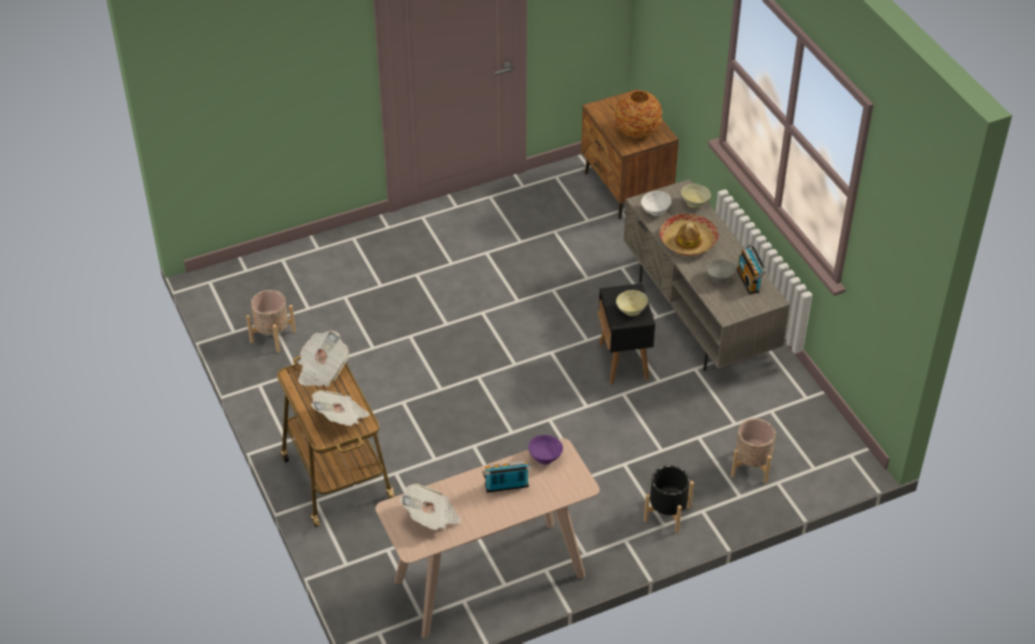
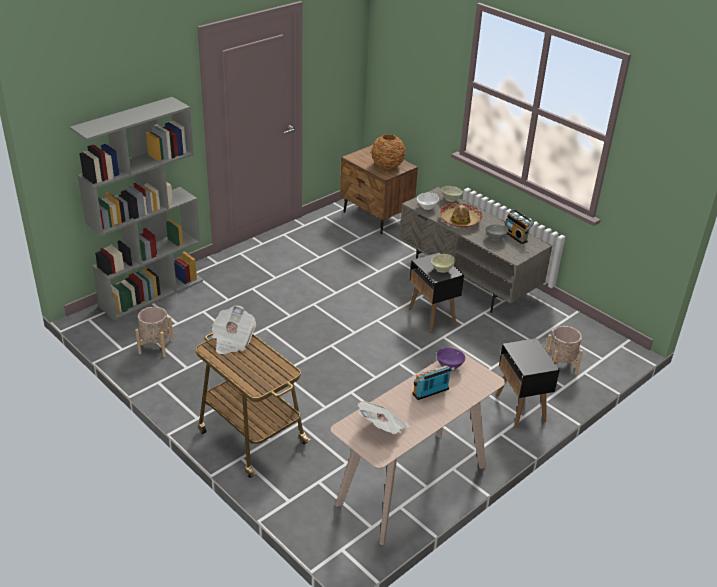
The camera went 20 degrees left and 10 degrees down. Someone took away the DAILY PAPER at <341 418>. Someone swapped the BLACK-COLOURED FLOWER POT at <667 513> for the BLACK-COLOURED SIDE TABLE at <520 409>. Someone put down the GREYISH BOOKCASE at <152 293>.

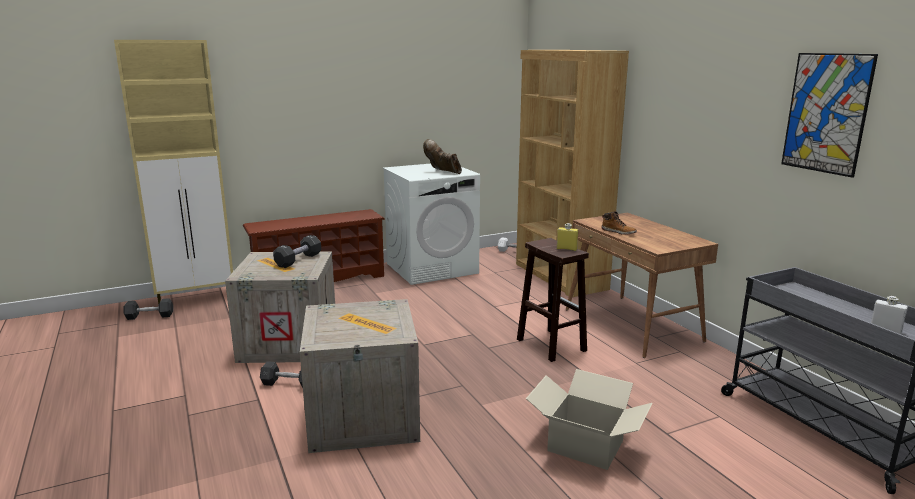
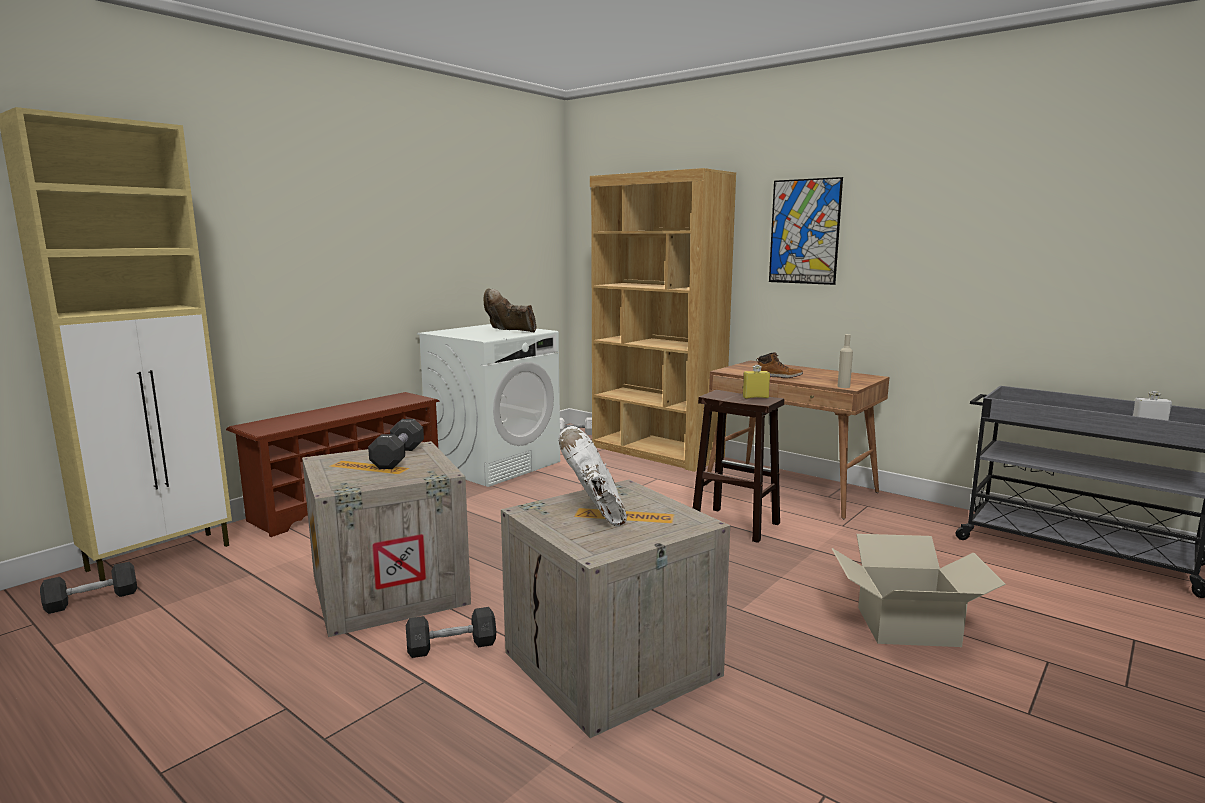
The camera went 25 degrees left and 5 degrees down. Someone carried the WALL ART from <826 113> to <804 231>. Someone put down the SAND-COLOURED BEVERAGE BOTTLE at <843 386>. Someone put down the WHITE-COLOURED HIGH-TOP BOOT at <595 511>.

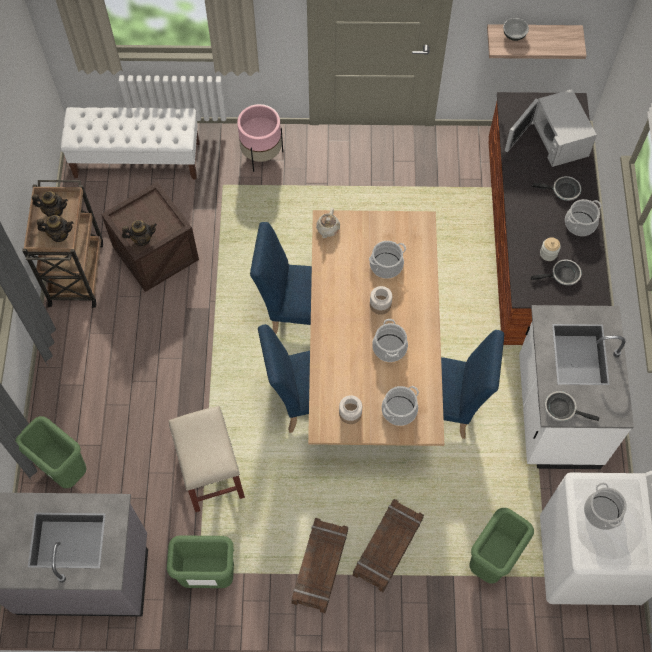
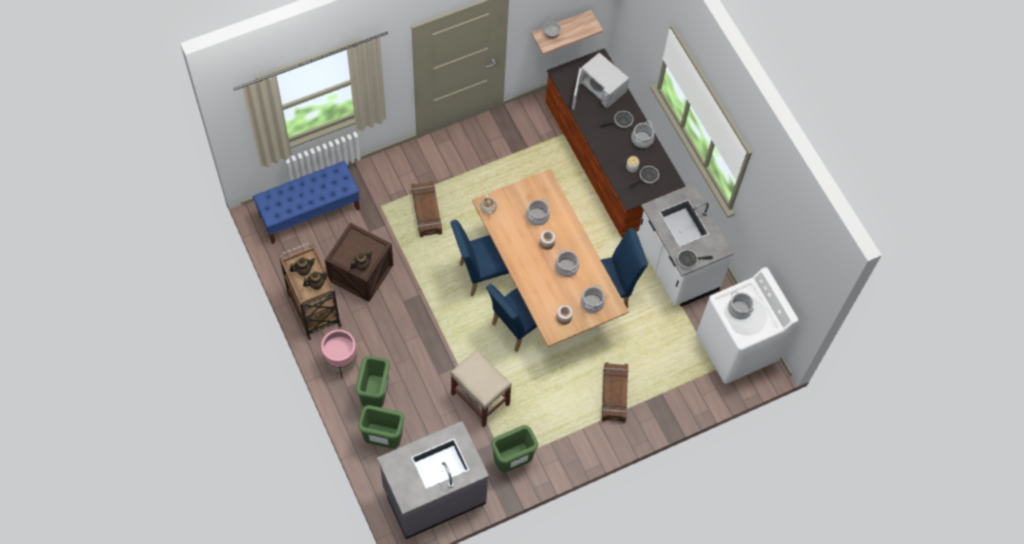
The camera went 30 degrees left and 0 degrees up. Someone carried the PINKISH FLOWER POT from <261 154> to <341 362>. Someone repainted the WHITE-COLOURED BENCH at <137 159>, which became the BLUE BENCH at <310 212>. Someone carried the GREENISH TRASH CAN from <491 559> to <374 395>. Someone carried the CRATE from <321 567> to <427 212>.

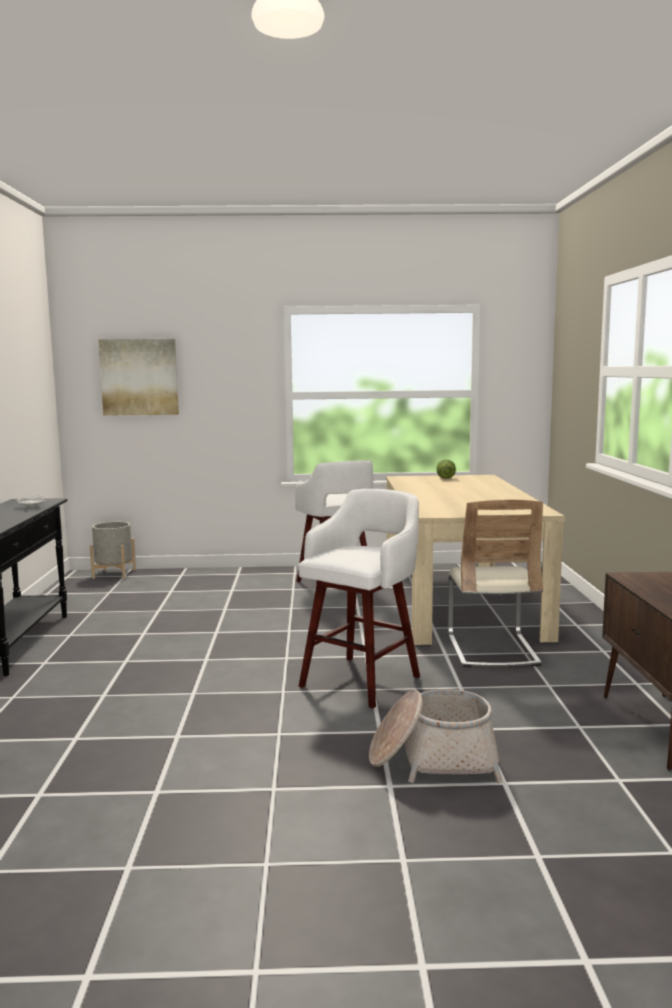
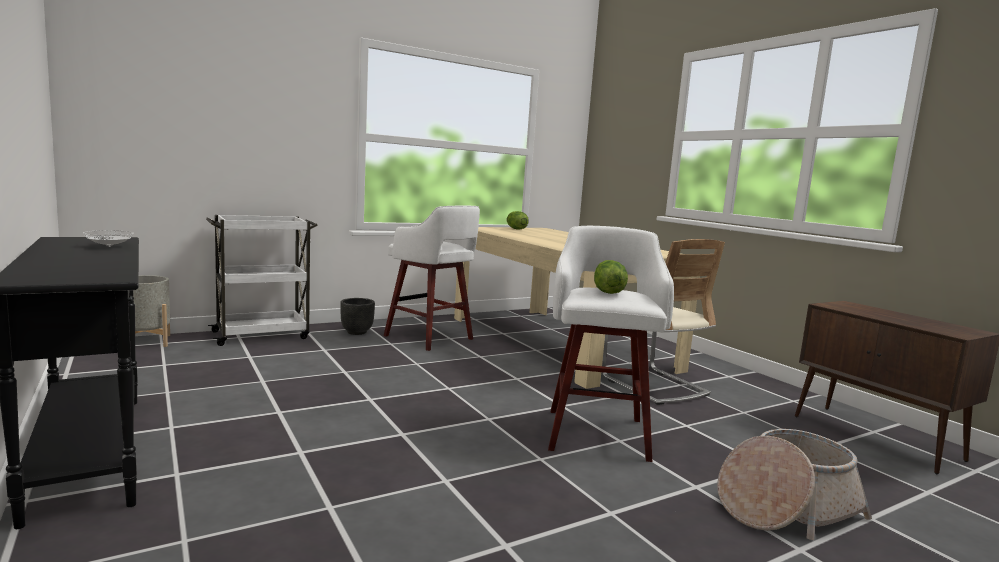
The camera went 30 degrees left and 0 degrees up. Someone took away the WALL ART at <139 377>. Someone put down the WHITE-COLOURED TROLLEY at <262 335>. Someone put down the LETTUCE HEAD at <607 292>. Someone put down the BLACK-COLOURED FLOWER POT at <356 332>.

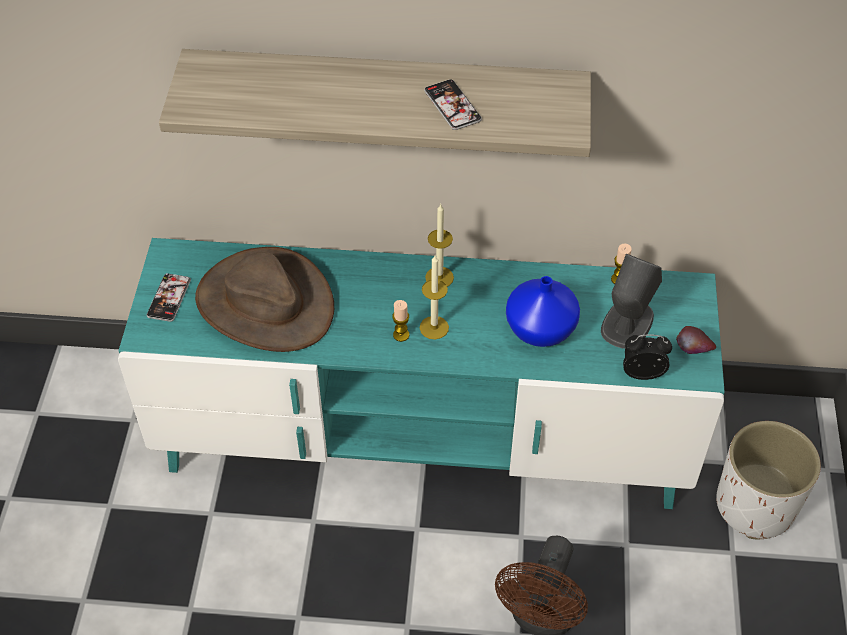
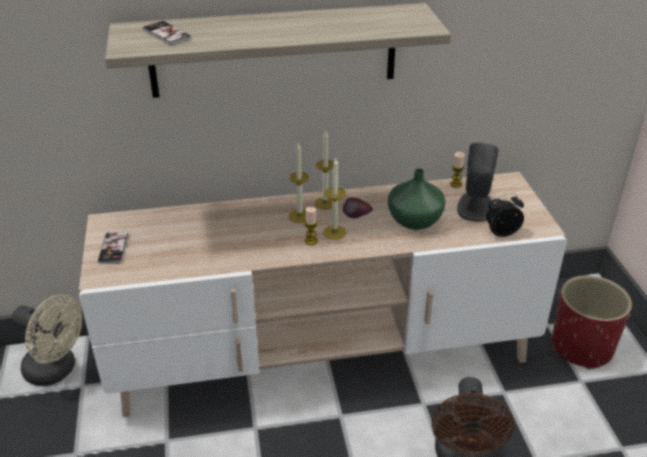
The camera went 15 degrees left and 15 degrees down. Someone carried the TELEPHONE from <452 105> to <166 34>. Someone repainted the TURQUOISE-COLOURED MEDIA CONSOLE at <423 438>, which became the SAND-COLOURED MEDIA CONSOLE at <323 352>. Someone took away the BROWN-COLOURED WEARABLE HAT at <265 303>. Someone repainted the BLUE FLOWER VASE at <541 330>, which became the GREENISH FLOWER VASE at <415 221>. Someone carried the WHOLE APPLE from <693 352> to <356 219>. Someone repainted the WHITE-COLOURED FLOWER POT at <755 505>, which became the RED FLOWER POT at <582 347>. Someone put down the CANDLE at <299 216>. Someone put down the SAND-COLOURED FAN at <57 370>.

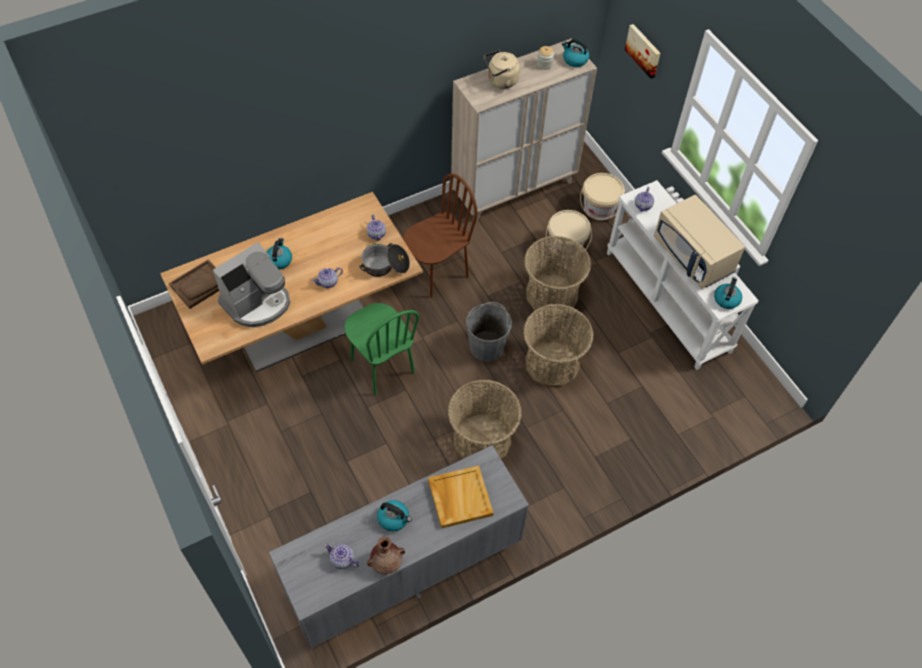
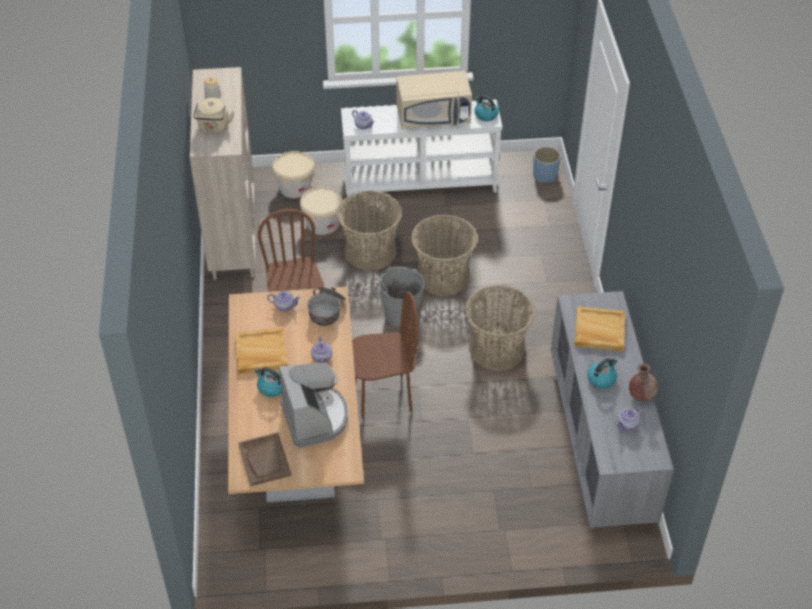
The camera went 65 degrees left and 10 degrees down. Someone took away the WALL ART at <644 50>. Someone took away the TEA KETTLE at <574 60>. Someone repainted the GREENISH CHAIR at <382 367>, which became the BROWN-COLOURED CHAIR at <382 396>. Someone put down the BLUE FLOWER POT at <545 175>. Someone put down the SAND-COLOURED SERVING TRAY at <261 353>.

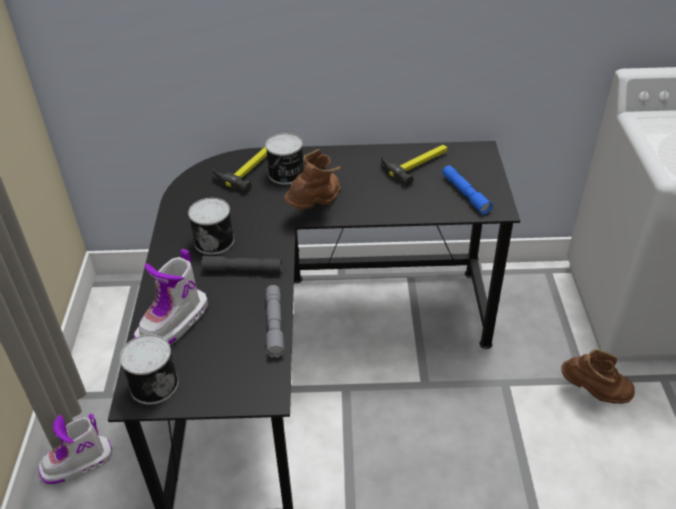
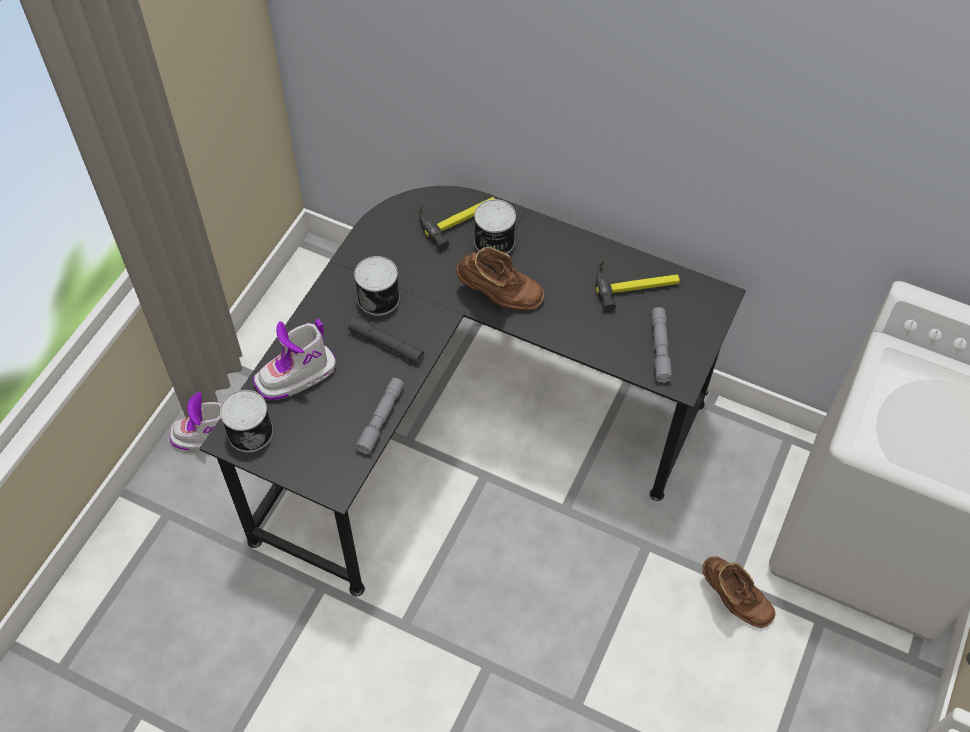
The camera went 25 degrees right and 15 degrees up. Someone rotated the BROWN-COLOURED HIGH-TOP BOOT at <316 206> by 45 degrees clockwise. Someone repainted the BLUE HAND TORCH at <465 194>, which became the GREYISH HAND TORCH at <660 348>.

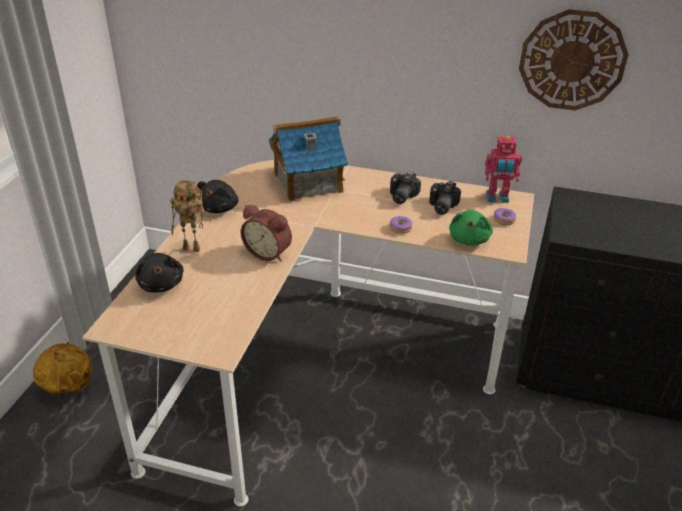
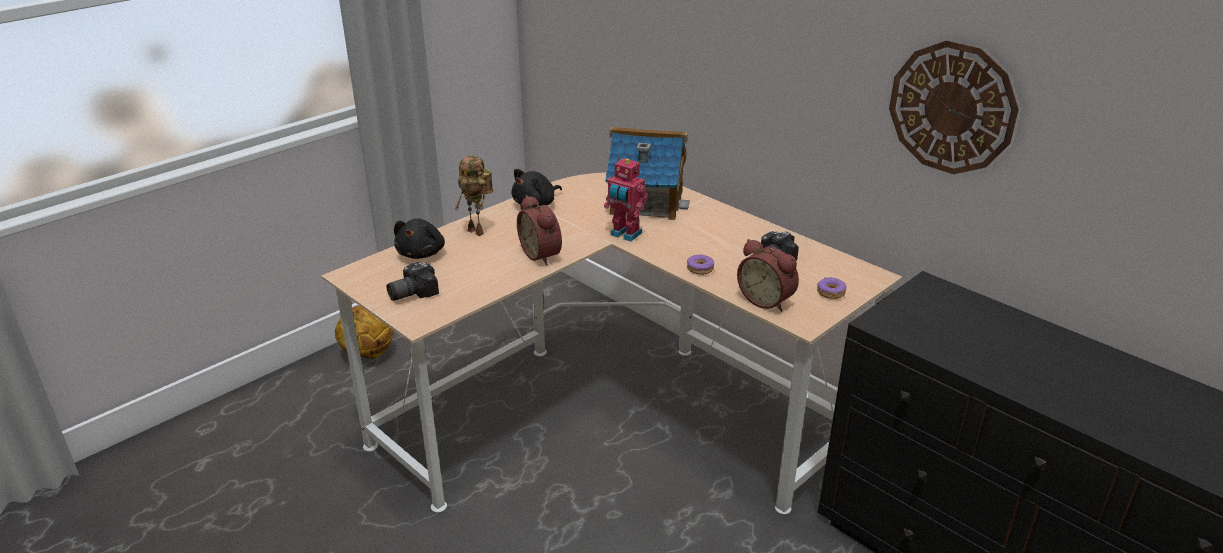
The camera went 30 degrees right and 5 degrees down. Someone carried the ROBOT FIGURE from <497 198> to <625 234>. Someone carried the PHOTO CAMERA from <400 196> to <411 293>. Someone swapped the GREENISH PLUSH TOY at <469 239> for the BEDSIDE CLOCK at <767 300>.

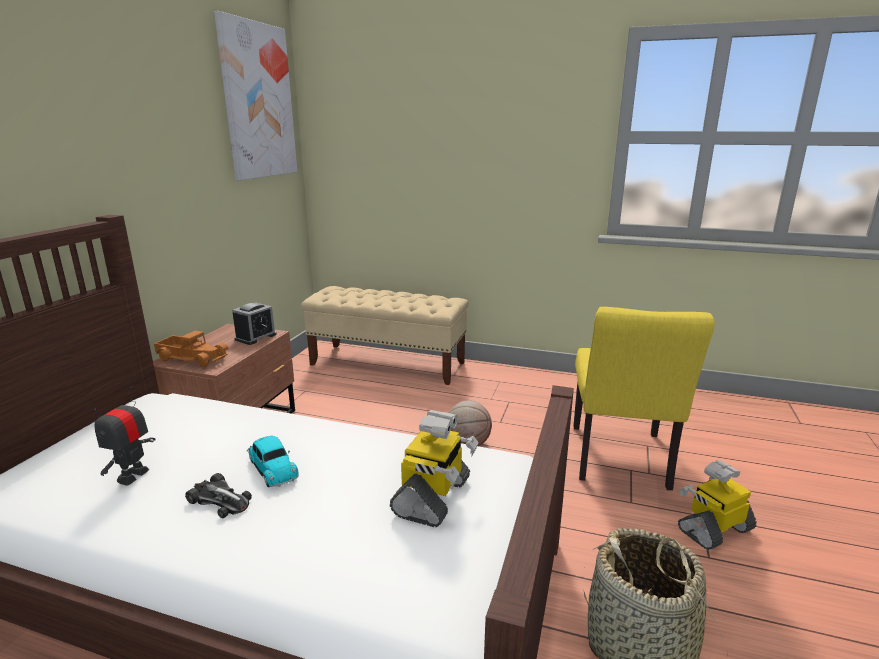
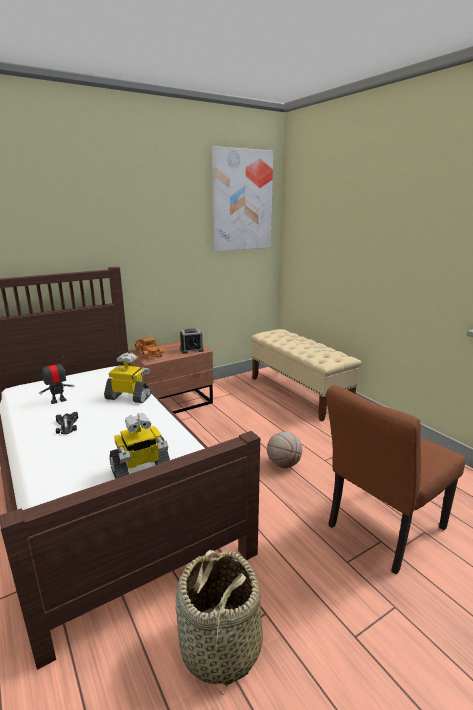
The camera went 40 degrees right and 0 degrees up. Someone repainted the YELLOW CHAIR at <620 462>, which became the BROWN-COLOURED CHAIR at <380 530>. Someone took away the MODEL CAR at <272 467>. Someone carried the ROBOT FIGURE from <714 529> to <129 397>.

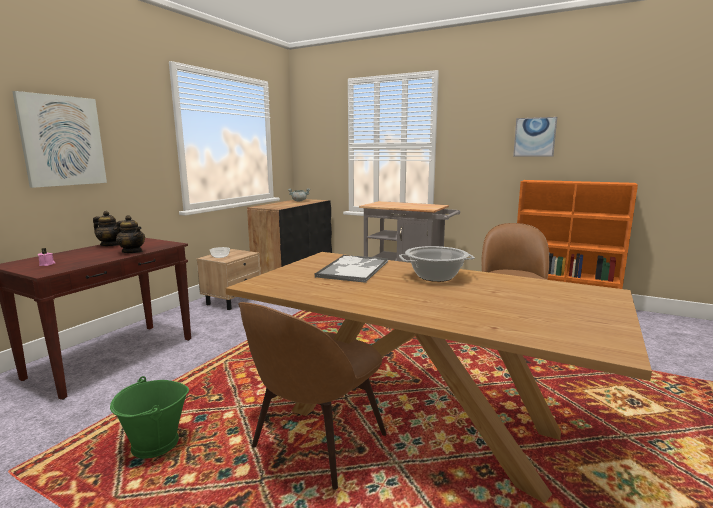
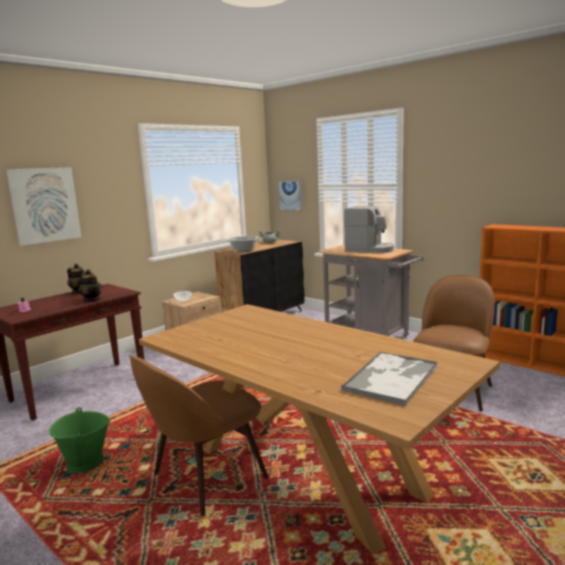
The camera went 15 degrees right and 0 degrees up. Someone carried the WALL ART from <534 137> to <291 195>. Someone carried the COOKING POT from <435 277> to <243 250>. Someone carried the SERVING TRAY from <353 269> to <391 378>. Someone put down the COFFEE BREWER at <369 250>.

